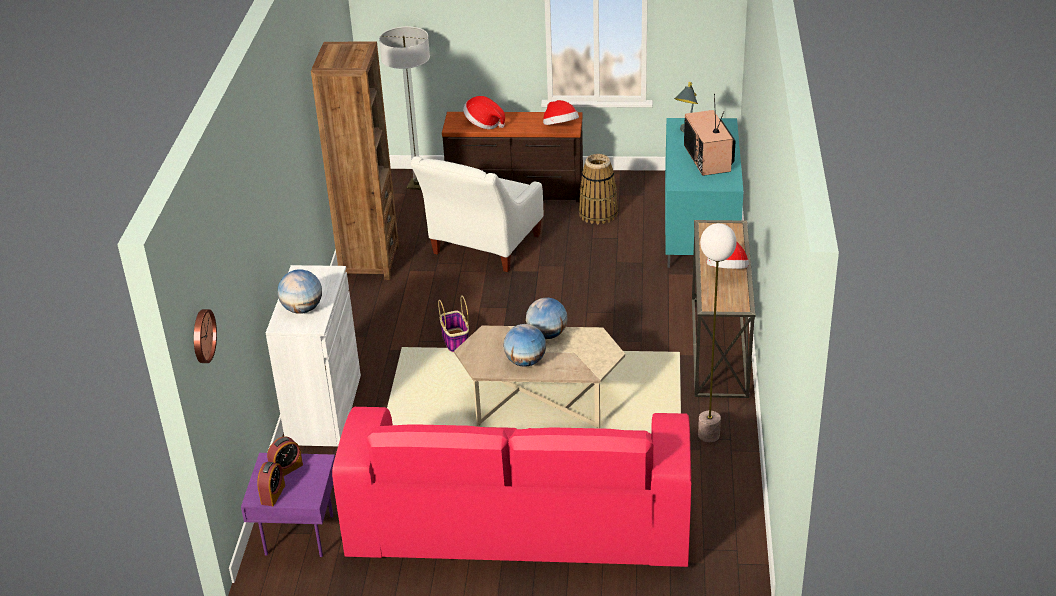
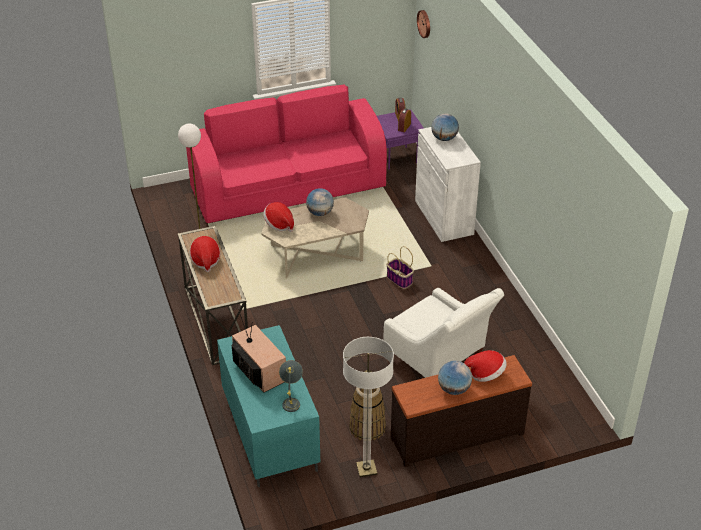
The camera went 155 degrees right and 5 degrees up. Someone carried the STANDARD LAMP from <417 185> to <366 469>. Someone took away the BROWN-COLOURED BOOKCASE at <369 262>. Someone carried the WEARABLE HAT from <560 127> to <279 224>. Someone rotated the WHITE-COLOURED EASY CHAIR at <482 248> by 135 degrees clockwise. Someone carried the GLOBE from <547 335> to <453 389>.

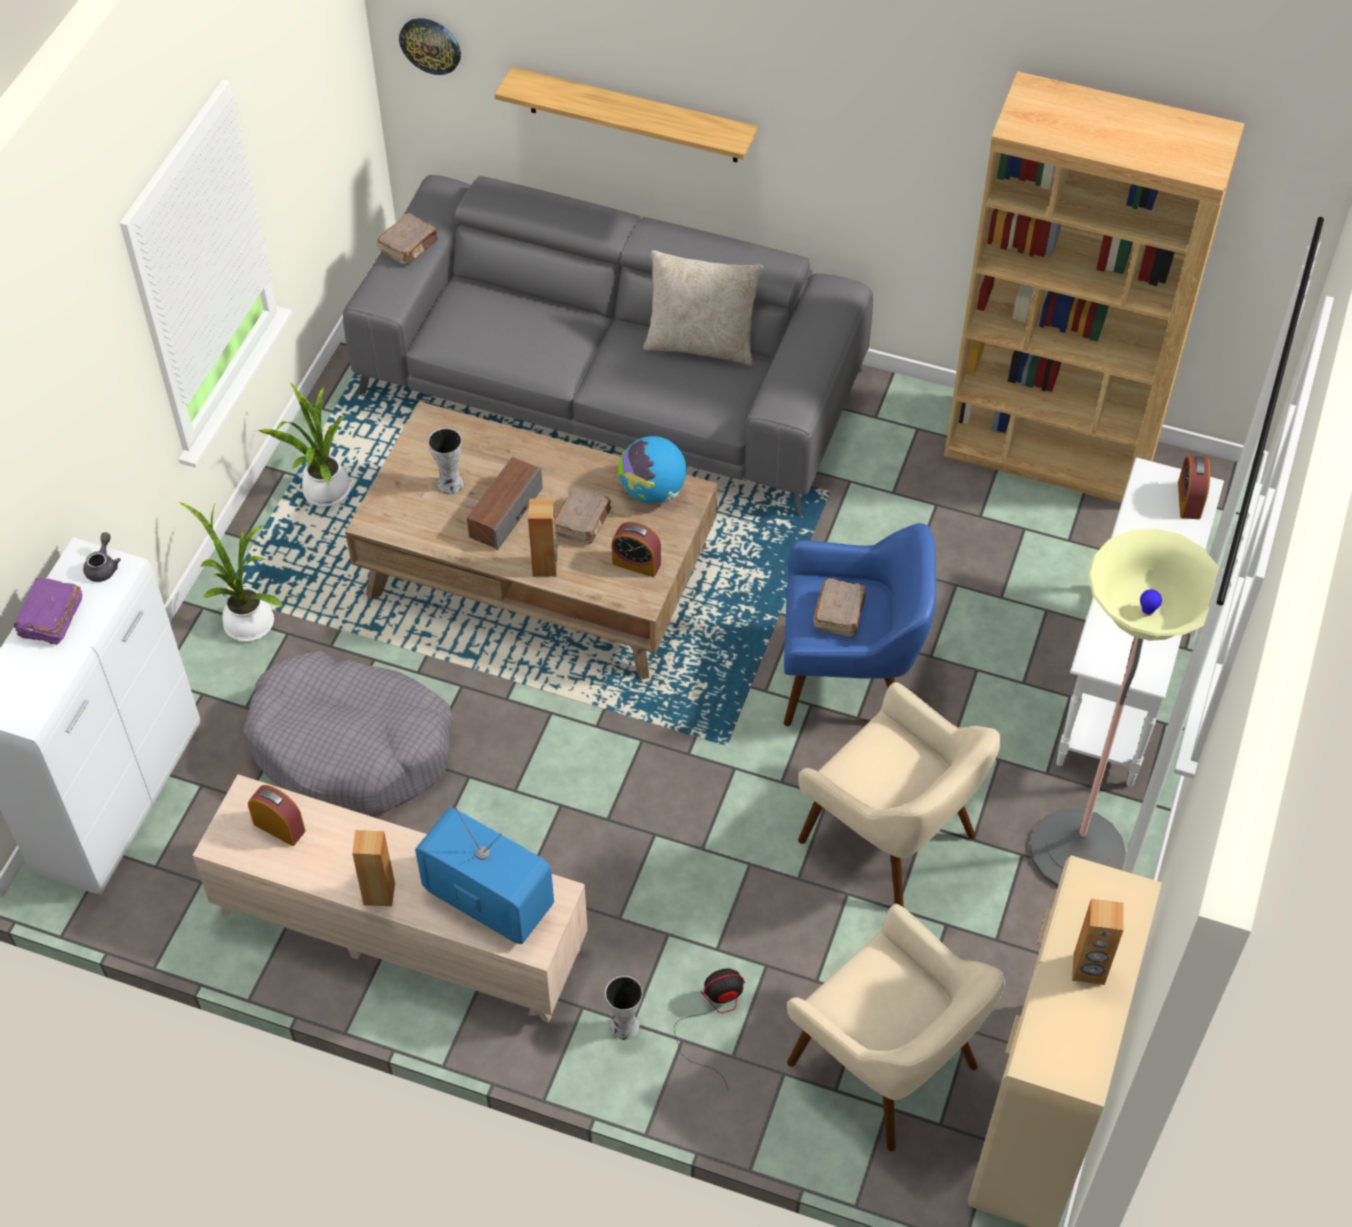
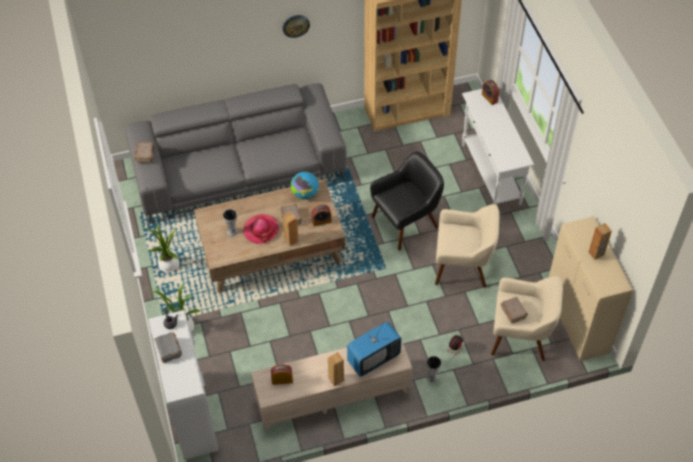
The camera went 35 degrees left and 0 degrees up. Someone carried the WALL CLOCK from <430 45> to <295 25>. Someone took away the WALL SHELF at <633 116>. Someone took away the SAND-COLOURED CUSHION at <701 344>. Someone swapped the SPEAKER at <505 512> for the WEARABLE HAT at <261 230>. Someone repainted the BLUE EASY CHAIR at <849 678>, which became the BLACK-COLOURED EASY CHAIR at <406 222>. Someone took away the STANDARD LAMP at <1077 851>. Someone repainted the PURPLISH BOOK at <50 619>, which became the GREYISH BOOK at <168 350>. Someone carried the BROWN-COLOURED BOOK from <840 613> to <513 312>. Someone took away the GREYISH DOG BED at <352 747>. Someone rotated the TELEVISION at <488 900> by 150 degrees clockwise.

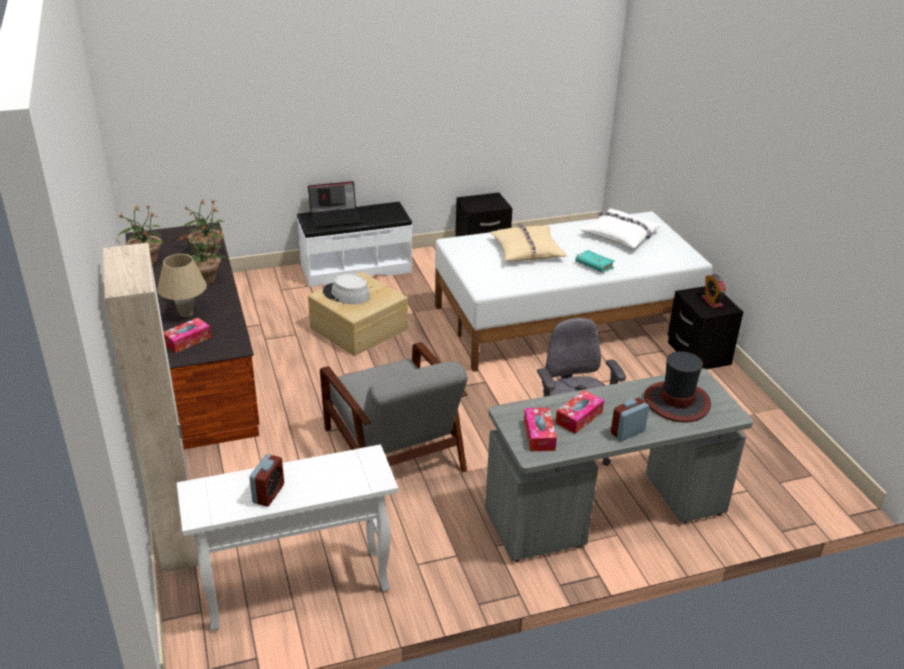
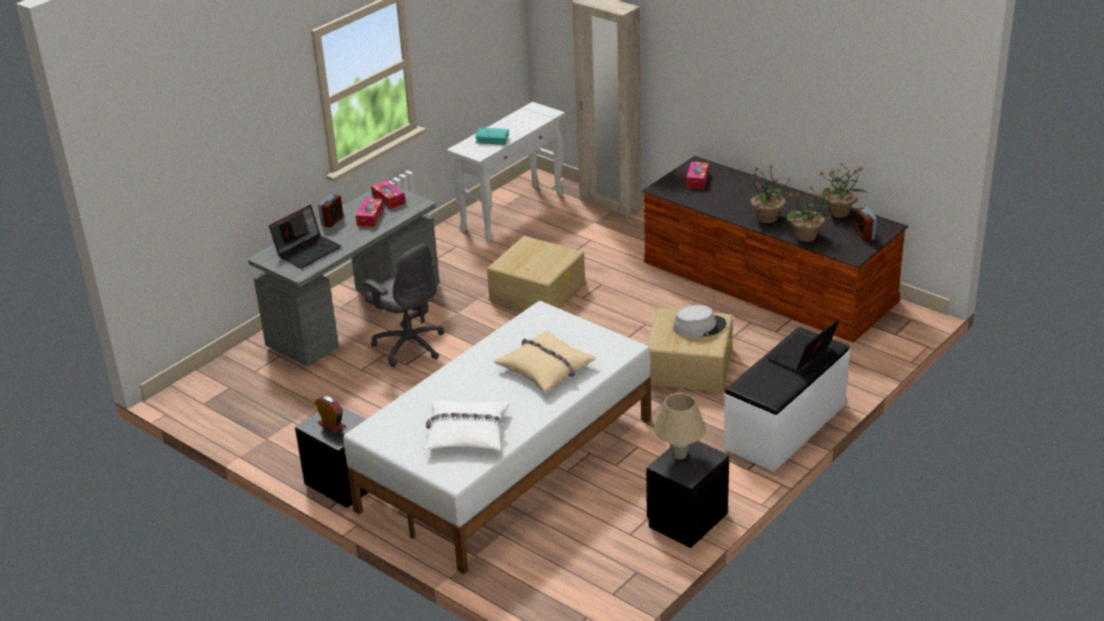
The camera went 150 degrees right and 0 degrees up. Someone carried the TURQUOISE-COLOURED BOOK from <594 266> to <492 140>. Someone carried the SAND-COLOURED LAMP FOR A TABLE from <186 313> to <679 454>. Someone swapped the GREYISH EASY CHAIR at <395 451> for the SAND-COLOURED STORAGE CONTAINER at <538 292>. Someone swapped the WEARABLE HAT at <677 402> for the NOTEBOOK COMPUTER at <308 250>. Someone carried the BEDSIDE CLOCK from <268 494> to <864 235>.

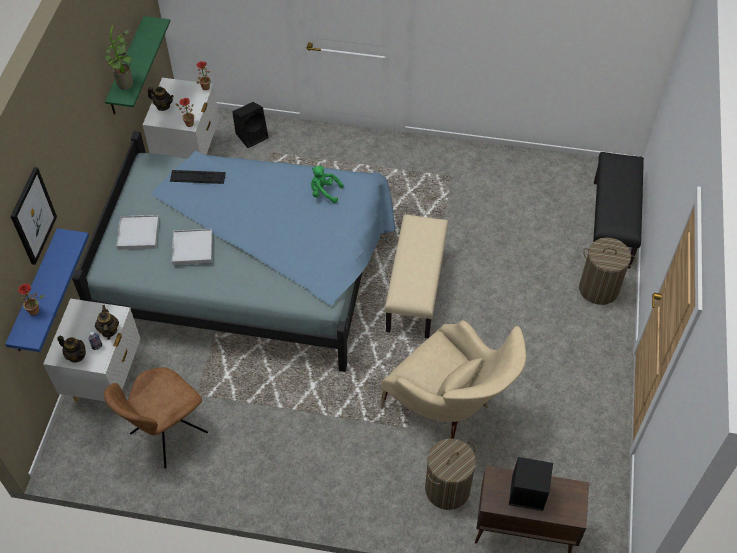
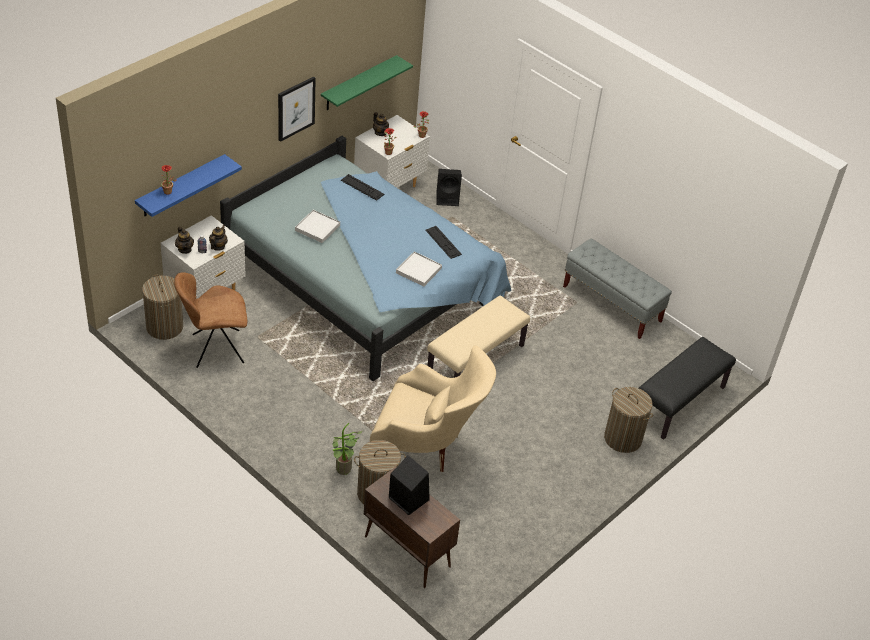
The camera went 30 degrees right and 10 degrees down. Someone carried the POTTED PLANT from <127 85> to <344 471>. Someone swapped the GREENISH PLUSH TOY at <324 192> for the PC KEYBOARD at <443 242>. Someone carried the WALL ART from <32 216> to <295 108>. Someone carried the WHITE-COLOURED SERVING TRAY from <138 234> to <418 270>. Someone rotated the SAND-COLOURED EASY CHAIR at <450 408> by 60 degrees counterclockwise. Someone put down the GREYISH BENCH at <612 304>. Someone put down the WASHING BASKET at <164 327>.

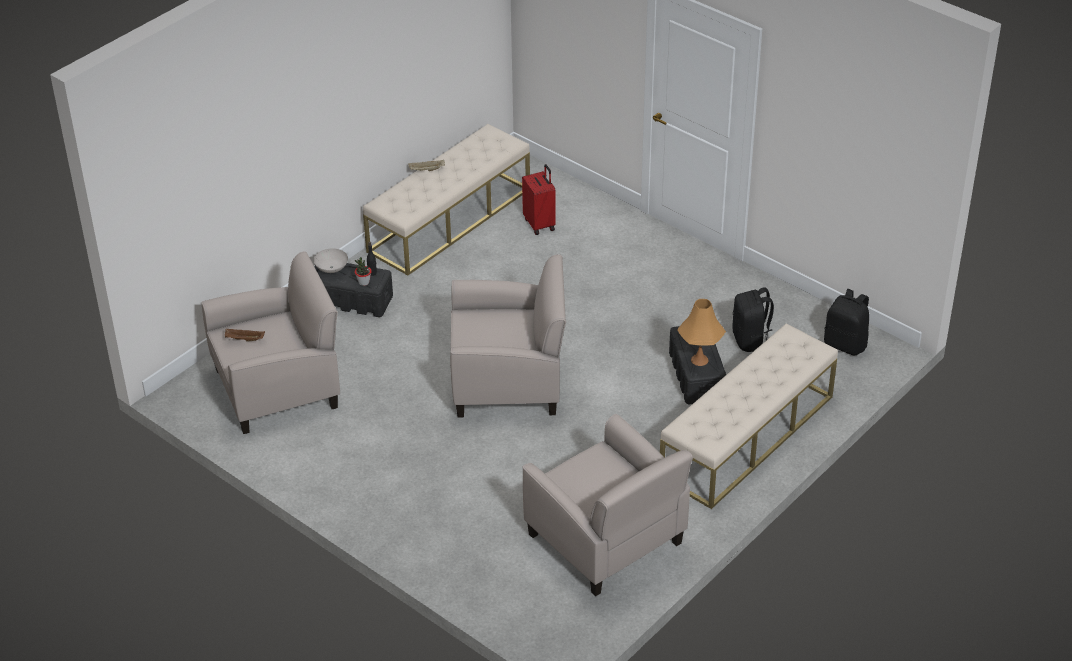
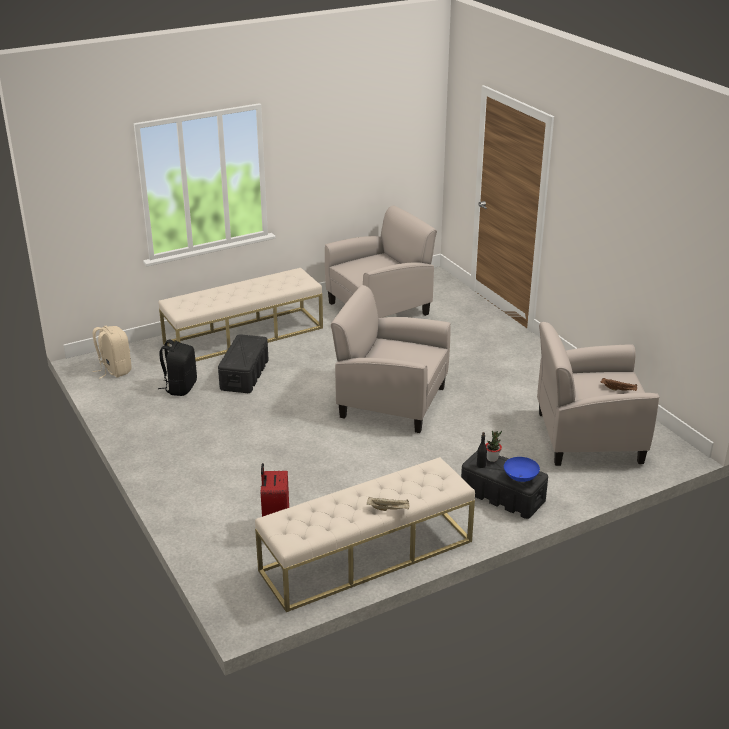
The camera went 160 degrees left and 10 degrees down. Someone repainted the WHITE-COLOURED DEEP DISH at <332 268>, which became the BLUE DEEP DISH at <520 478>. Someone repainted the BLACK-COLOURED BACKPACK at <846 344>, which became the SAND-COLOURED BACKPACK at <114 370>. Someone took away the ORANGE-COLOURED LAMP FOR A TABLE at <699 360>. Someone rotated the SAND-COLOURED EASY CHAIR at <606 540> by 75 degrees clockwise.

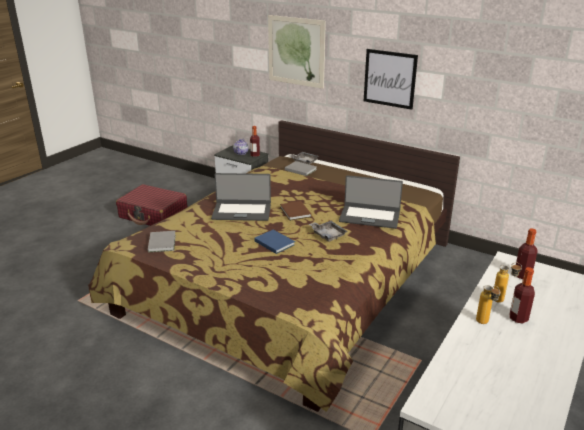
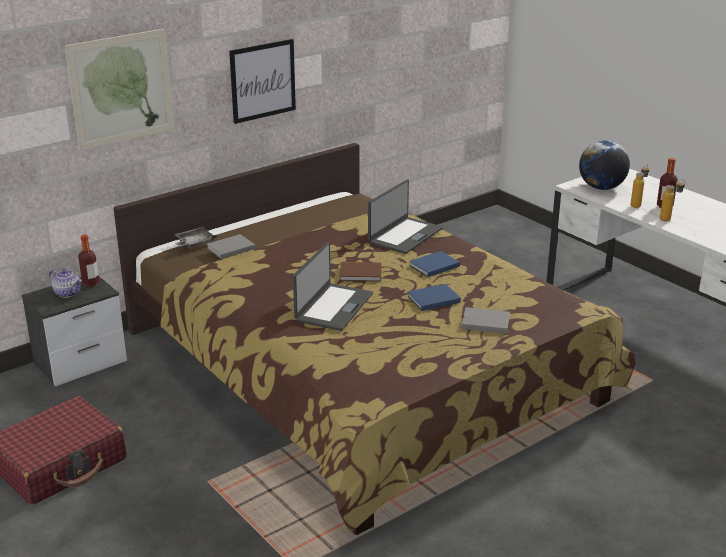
The camera went 70 degrees left and 0 degrees up. Someone swapped the GREYISH SERVING TRAY at <327 235> for the BLUE BOOK at <432 266>. Someone swapped the BEVERAGE BOTTLE at <522 275> for the GLOBE at <601 188>. Someone carried the GREYISH BOOK from <162 242> to <484 322>.

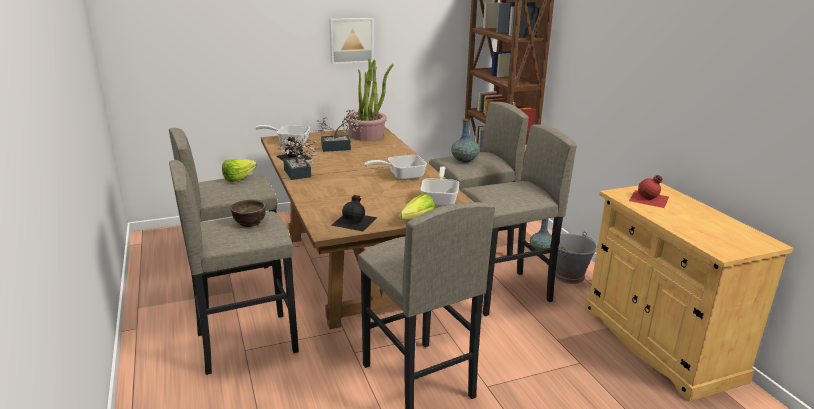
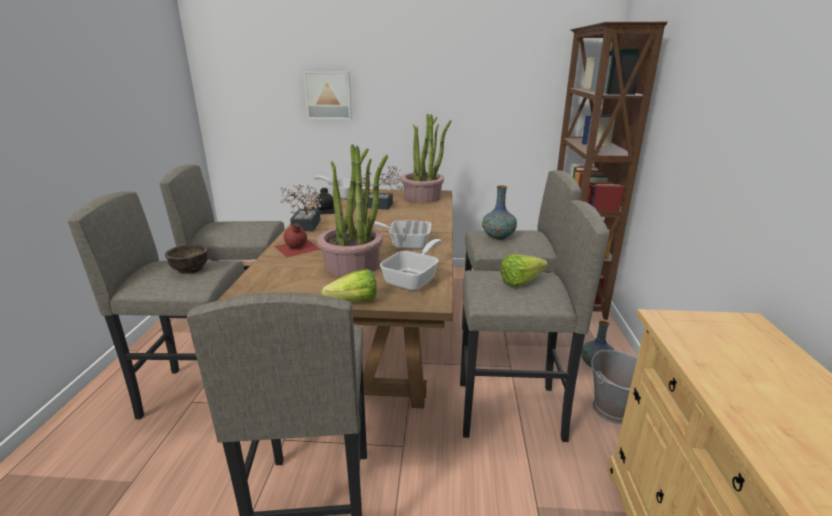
The camera went 25 degrees right and 0 degrees up. Someone carried the WALL ART from <351 40> to <328 95>. Someone carried the LETTUCE HEAD from <242 178> to <525 282>. Someone carried the RED BEVERAGE BOTTLE from <649 199> to <296 248>. Someone took away the BLACK-COLOURED BEVERAGE BOTTLE at <355 221>. Someone put down the POTTED PLANT at <352 265>.

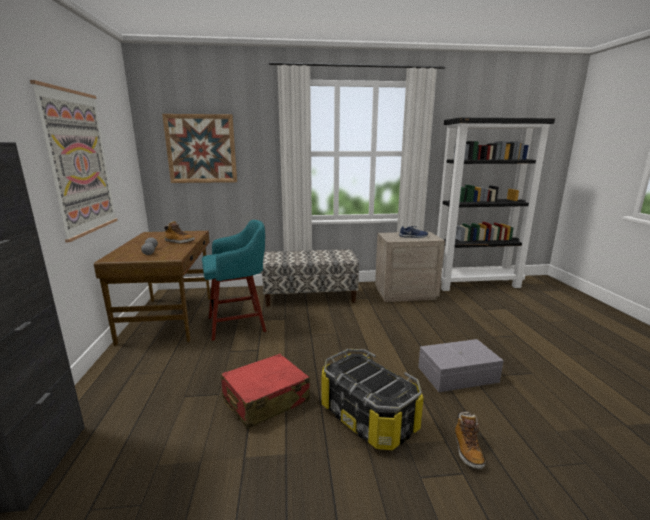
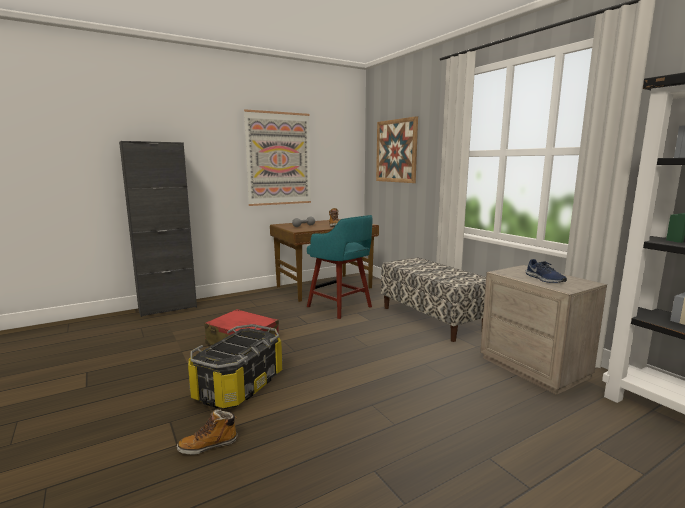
The camera went 65 degrees right and 5 degrees down. Someone took away the GREYISH STORAGE CONTAINER at <458 375>.

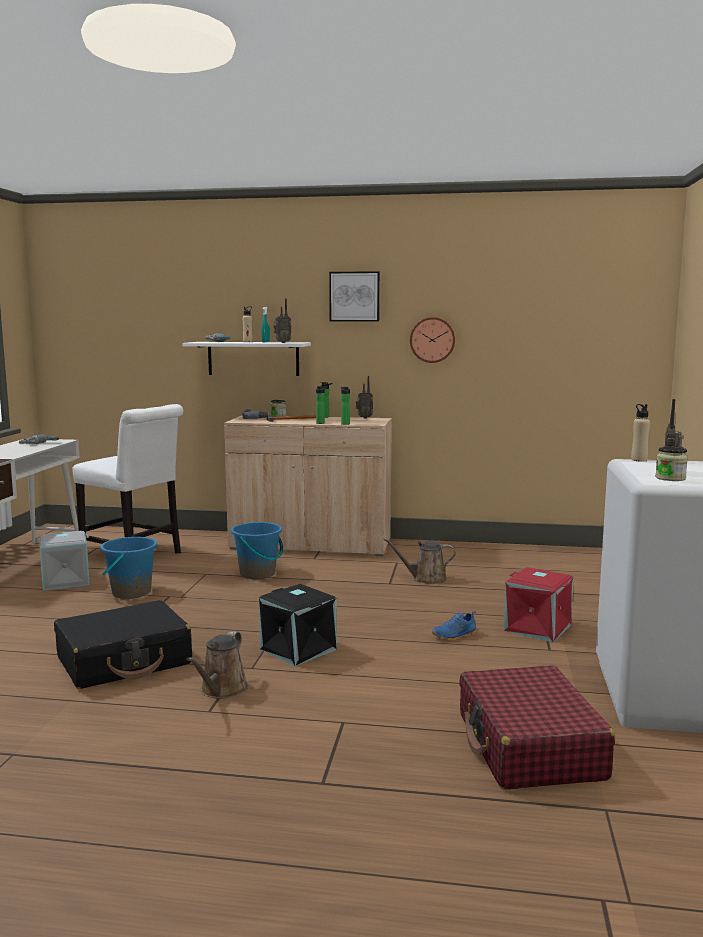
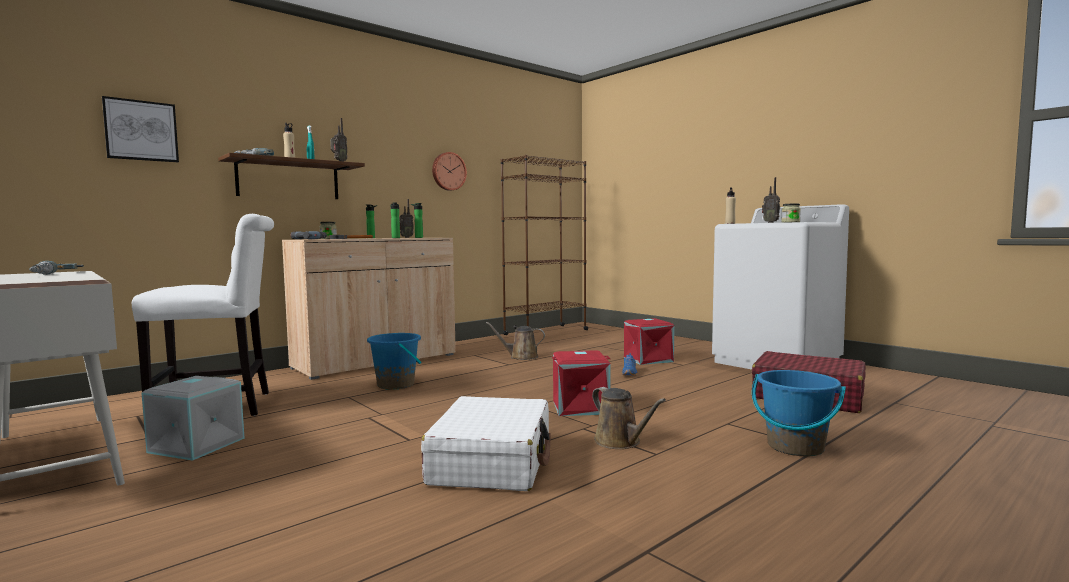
The camera went 50 degrees left and 5 degrees down. Someone carried the WALL ART from <354 296> to <141 130>. Someone repainted the WHITE-COLOURED WALL SHELF at <253 358>, which became the BROWN-COLOURED WALL SHELF at <288 180>. Someone carried the BLUE WATER BUCKET from <131 592> to <795 447>. Someone rotated the BROWN-COLOURED WATERING CAN at <426 579> by 60 degrees clockwise. Someone repainted the BLACK-COLOURED STORAGE CONTAINER at <299 649>, which became the RED STORAGE CONTAINER at <580 406>. Someone repainted the BLACK-COLOURED TRAVEL CASE at <124 661>, which became the WHITE-COLOURED TRAVEL CASE at <492 461>. Someone put down the BROWN-COLOURED BOOKCASE at <545 332>.

